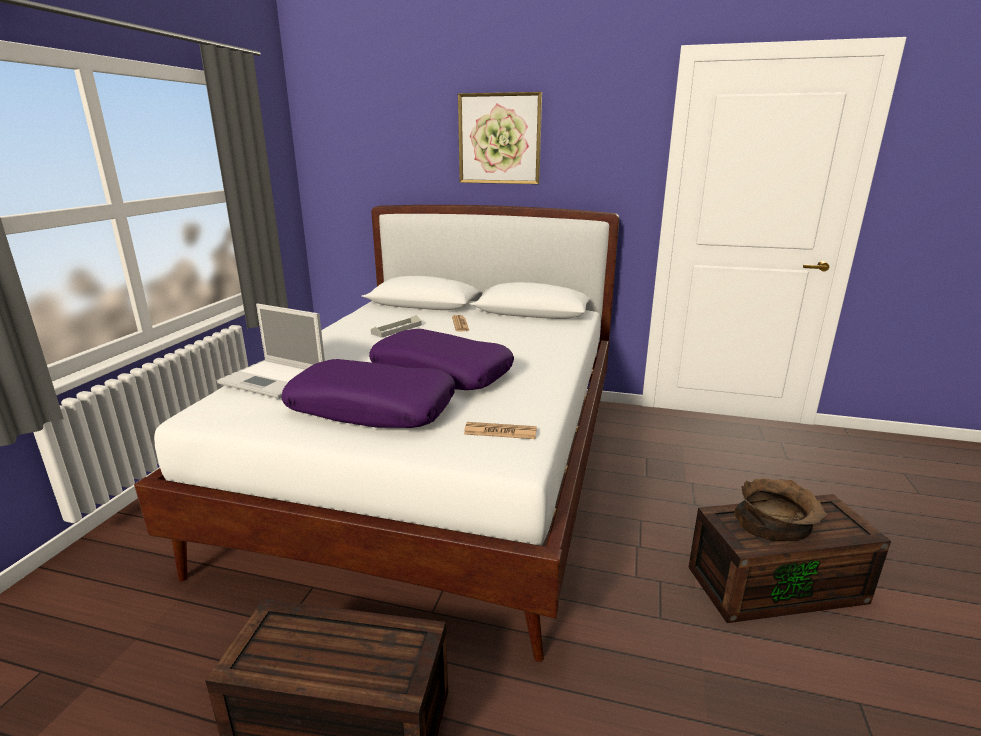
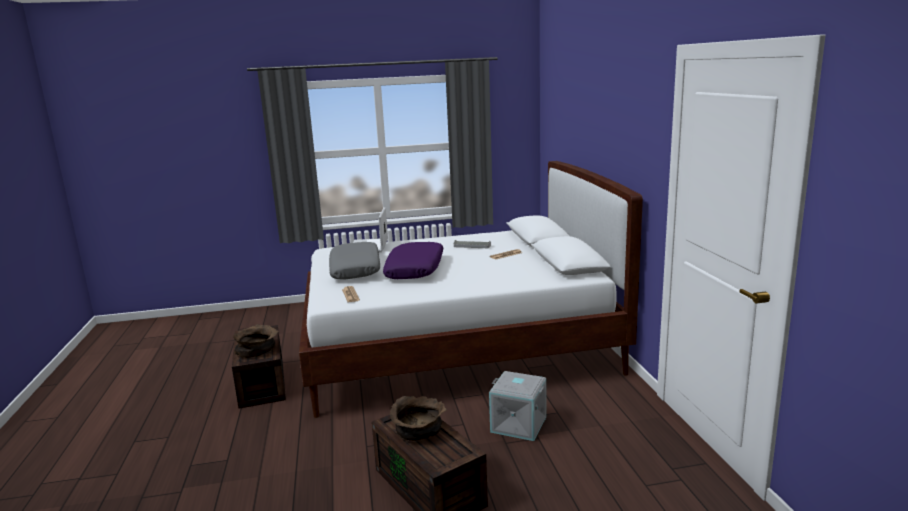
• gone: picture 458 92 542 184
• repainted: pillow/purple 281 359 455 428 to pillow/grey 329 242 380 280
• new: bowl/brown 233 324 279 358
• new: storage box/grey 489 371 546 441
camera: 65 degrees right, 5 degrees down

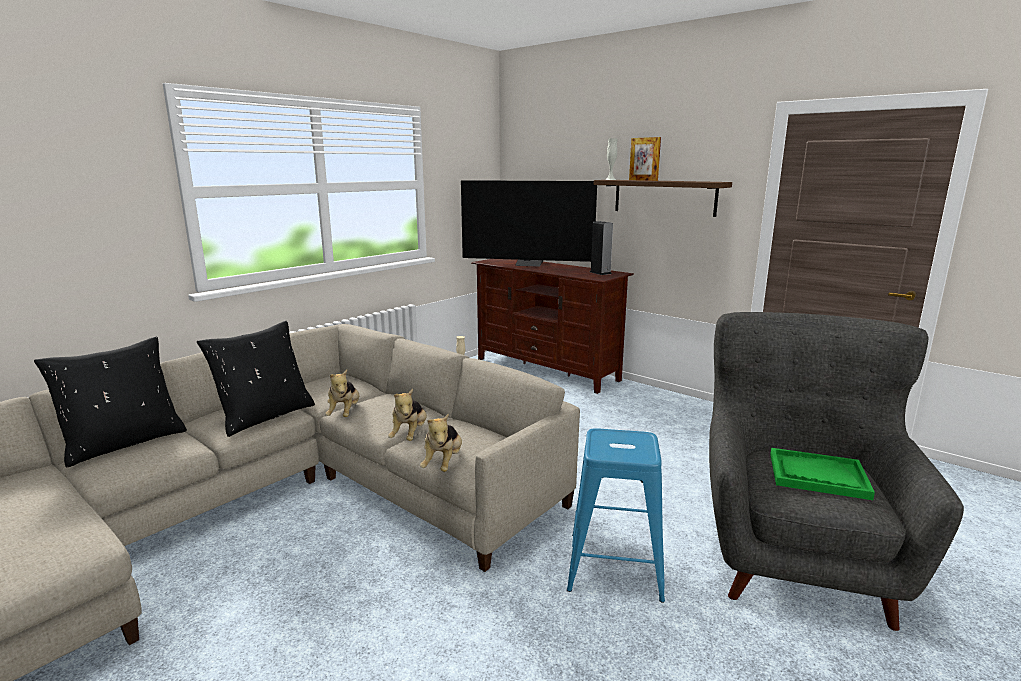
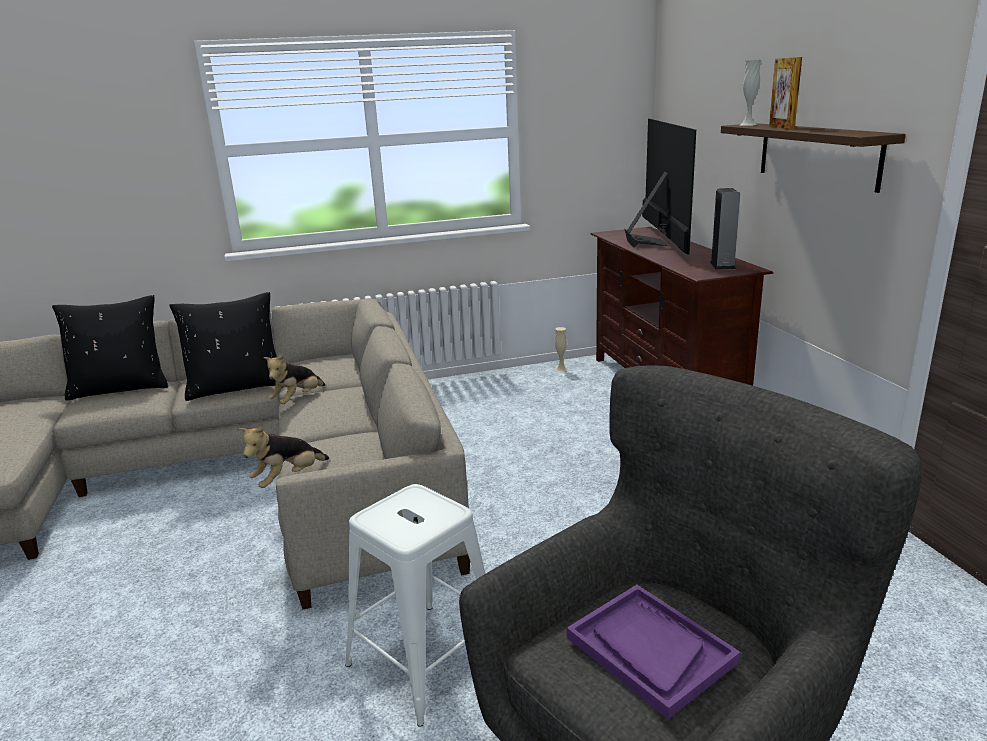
• rotated: television 461 180 597 267 = 625 119 696 255 135 degrees counterclockwise
• gone: plush toy 388 389 427 441
• repainted: stool/blue 567 428 665 603 to stool/white 345 484 485 727
• repainted: tray/green 770 448 875 500 to tray/purple 567 584 741 719
camera: 35 degrees right, 5 degrees up

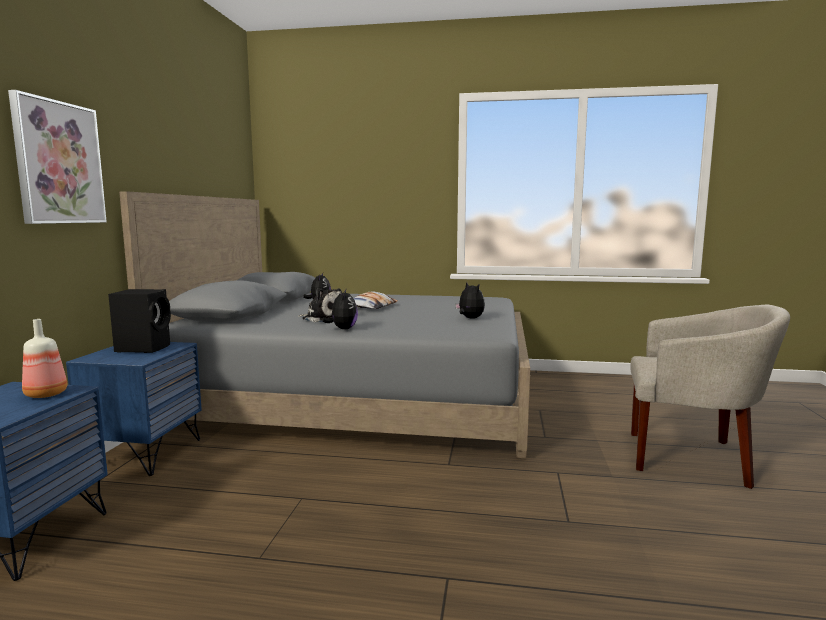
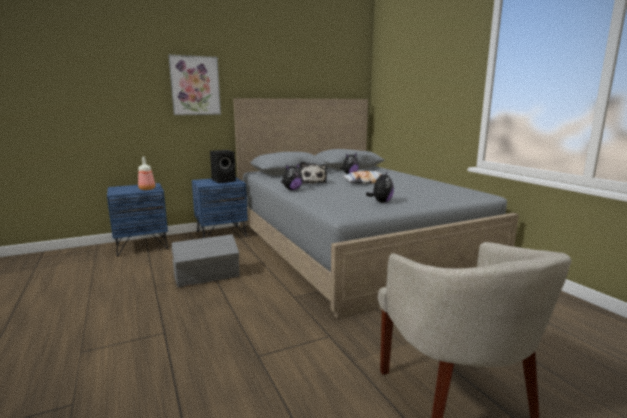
• new: storage box/grey 172 234 240 287
camera: 55 degrees right, 5 degrees up

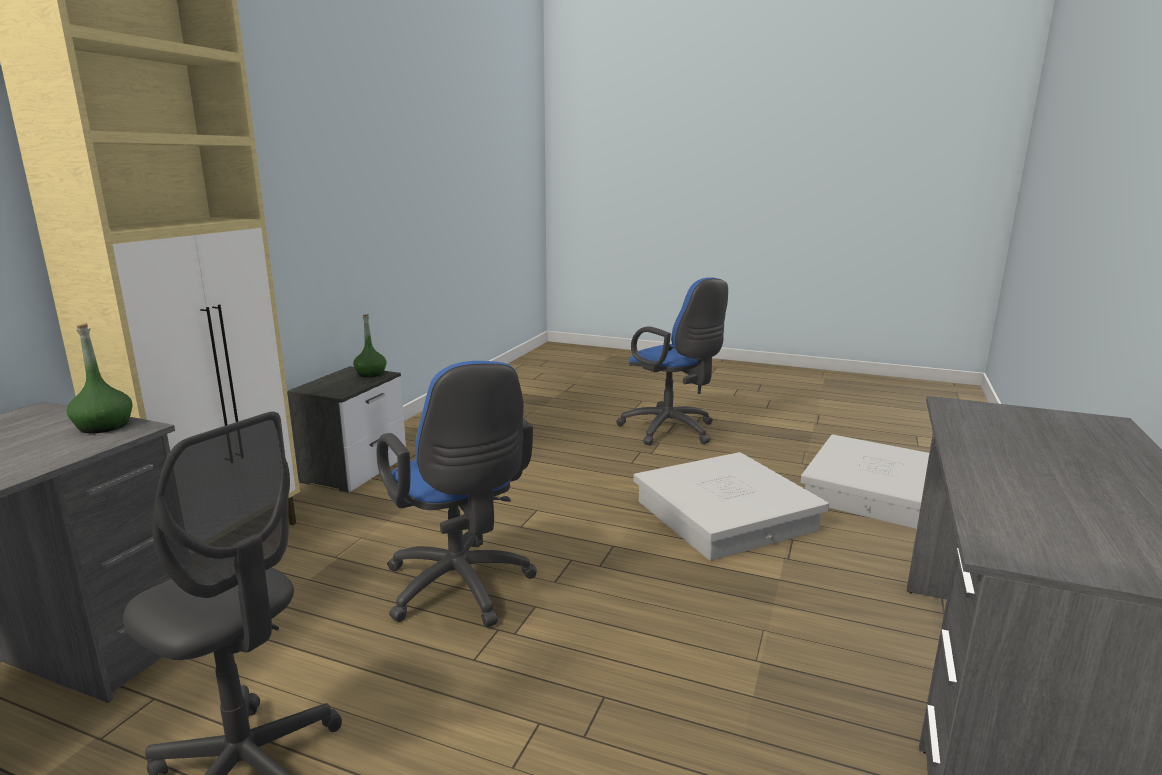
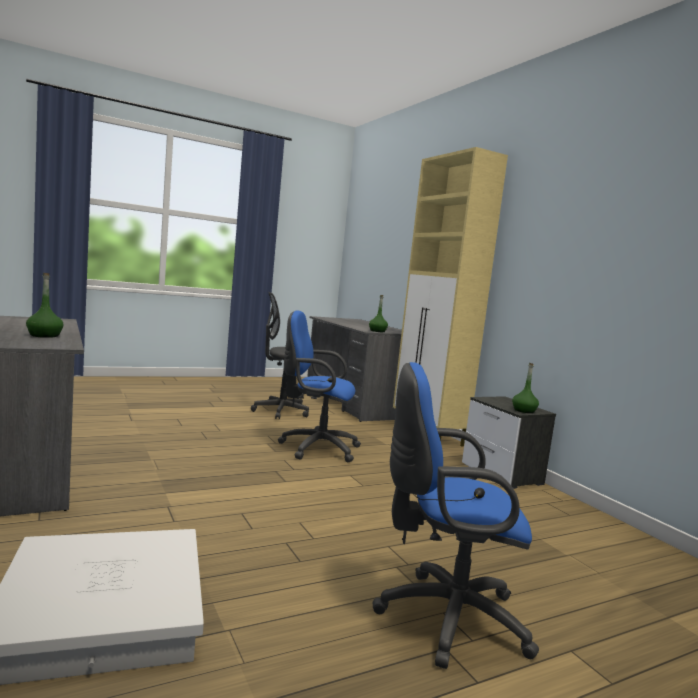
• gone: storage box/white 633 452 829 561
• new: bottle/green 26 273 64 338
camera: 130 degrees right, 10 degrees down

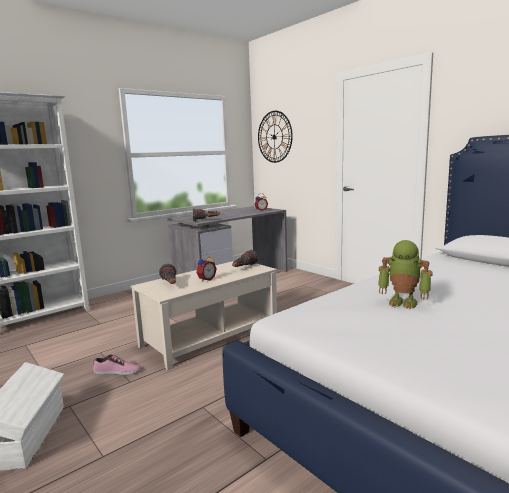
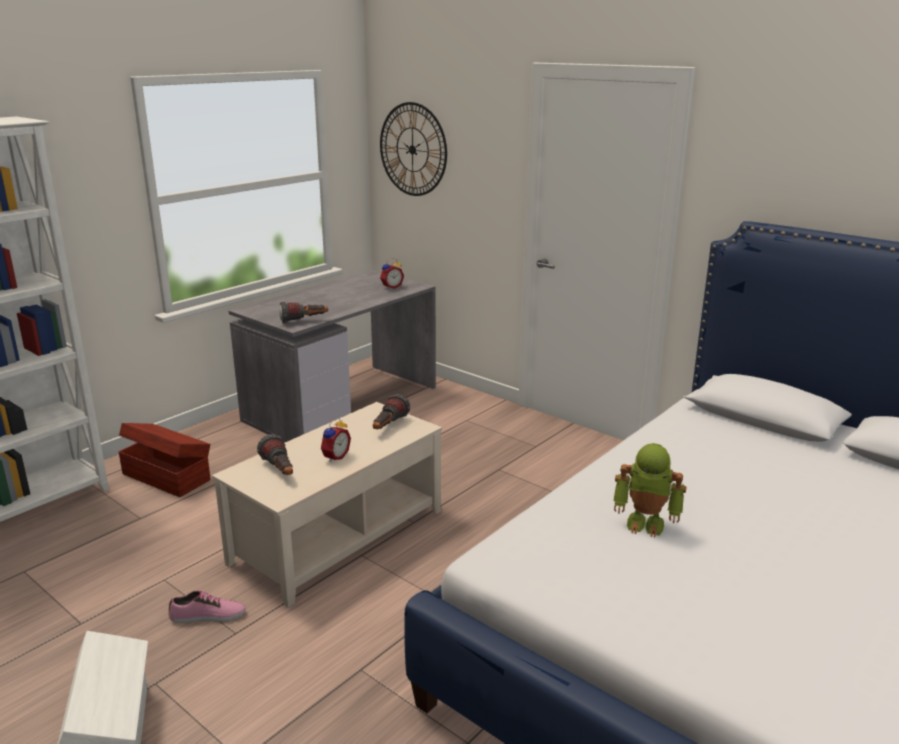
• new: storage box/brown 119 423 211 497
camera: 10 degrees left, 10 degrees up

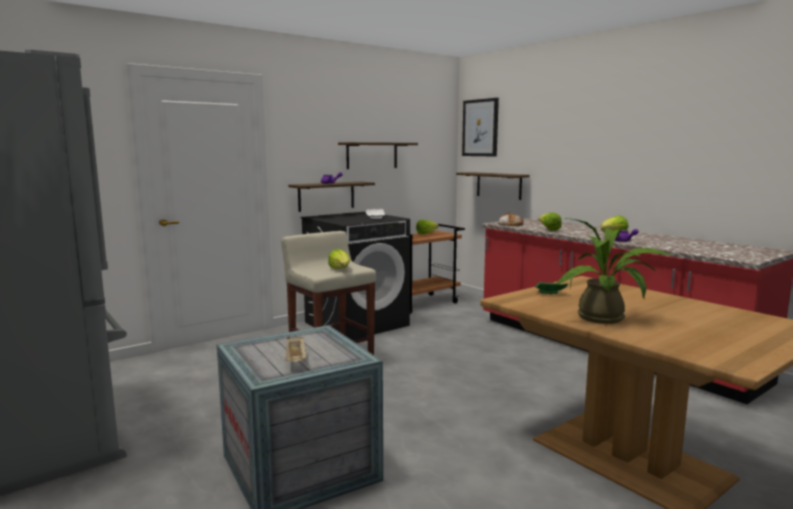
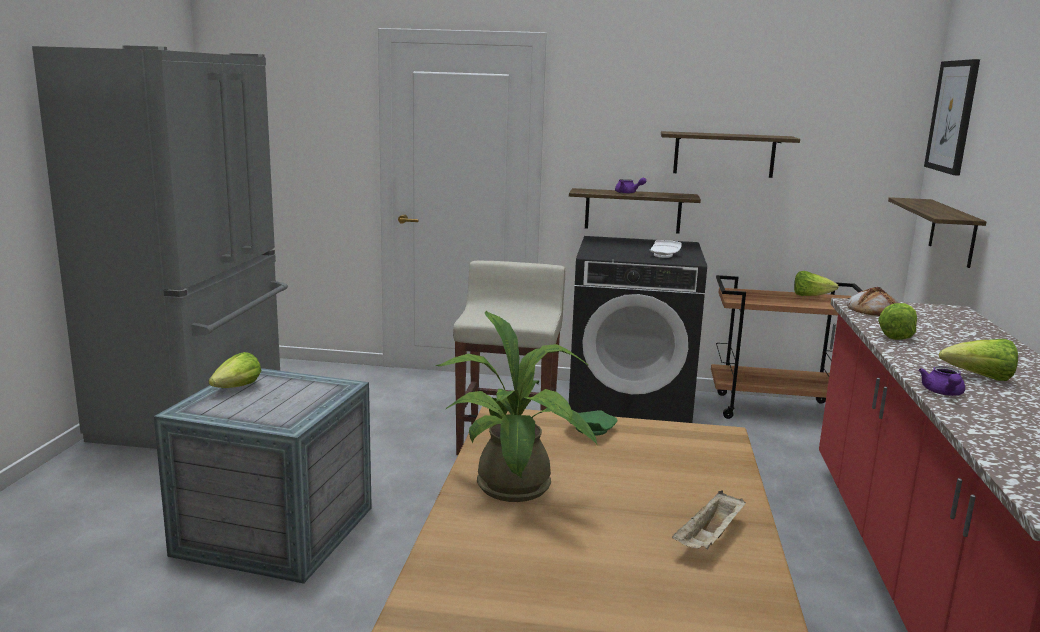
• shifted: lettuce 328 249 350 270 to 209 352 261 388
• shifted: tray/beige 286 336 307 362 to 672 491 746 550
camera: 45 degrees right, 5 degrees up

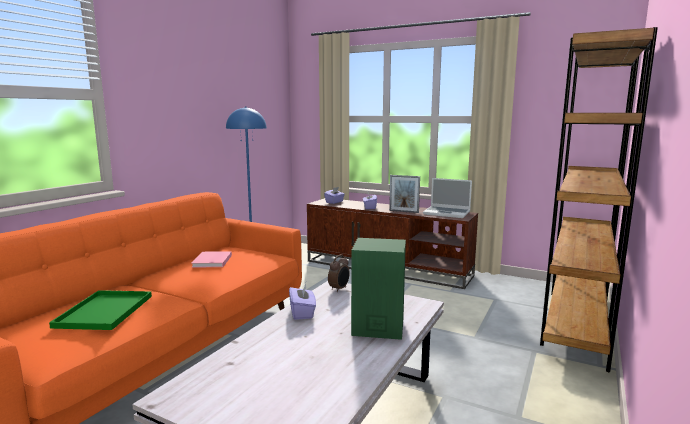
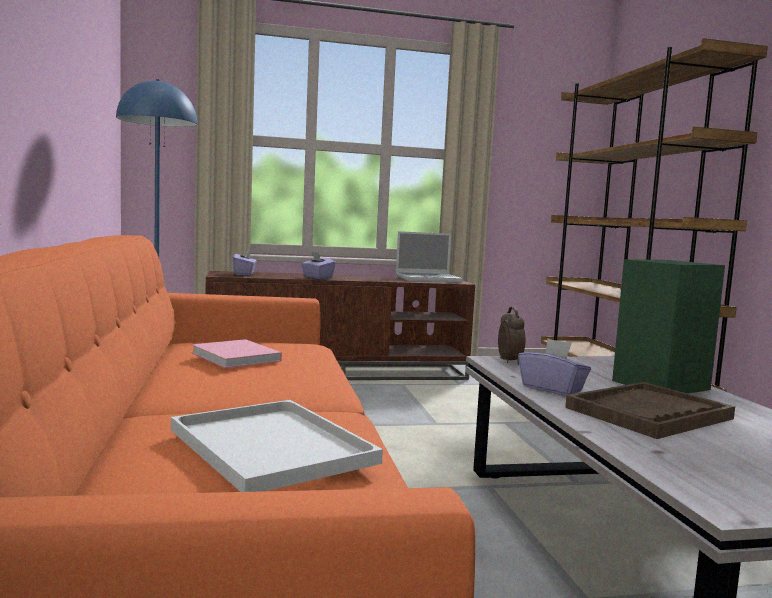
• gone: picture frame 389 175 420 213
• repainted: tray/green 49 290 152 330 to tray/white 171 400 383 492
• new: tray/brown 565 382 735 439
camera: 40 degrees left, 5 degrees down

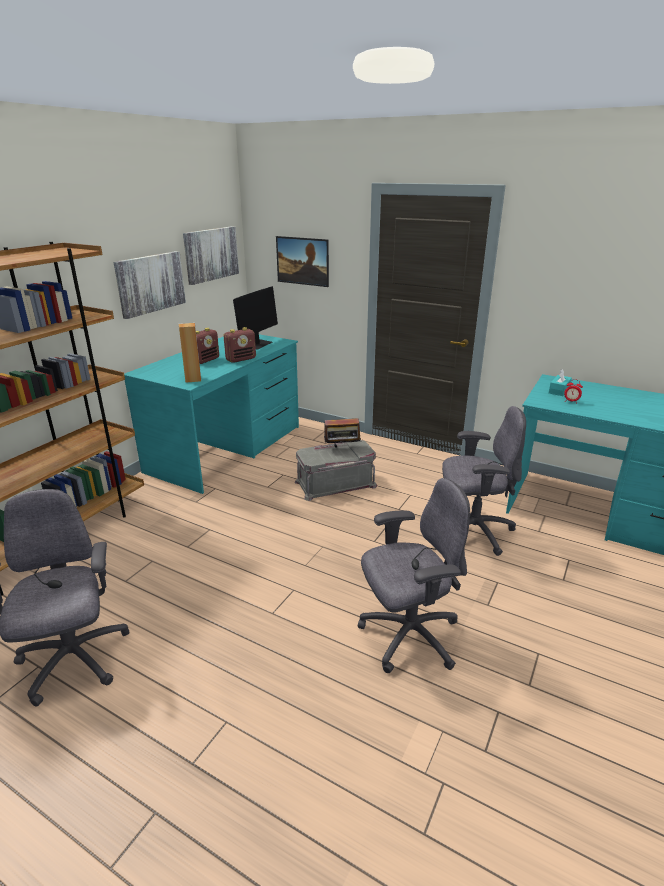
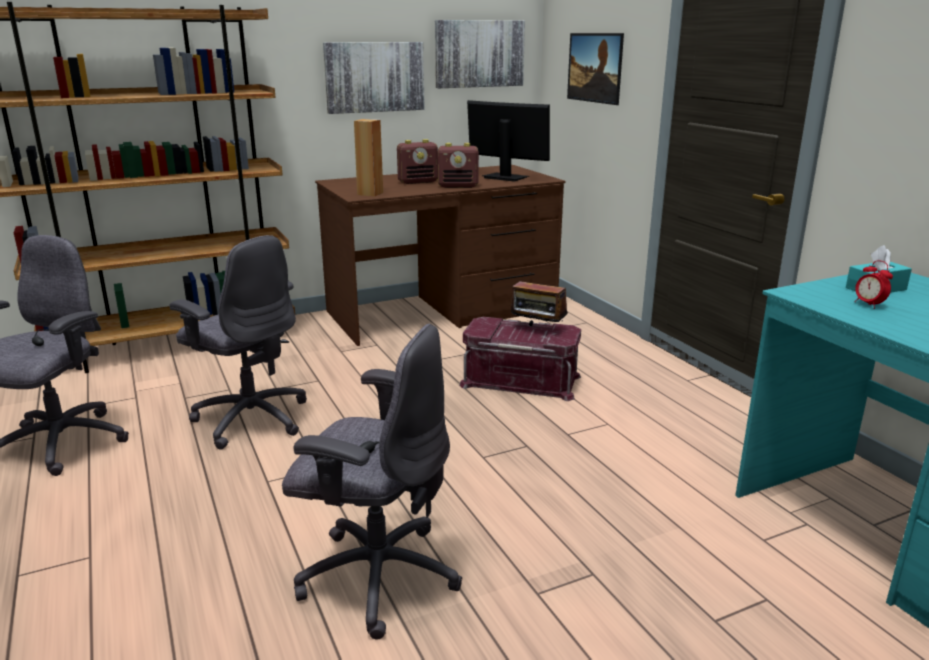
• rotated: monitor 233 286 278 350 = 467 100 550 182 120 degrees counterclockwise
• repainted: desk/turquoise 124 334 299 494 to desk/brown 315 165 566 346
• shifted: office chair/grey 442 406 526 556 to 169 235 307 450
• repainted: storage box/grey 295 440 377 501 to storage box/red 459 317 581 401
camera: 35 degrees right, 5 degrees down

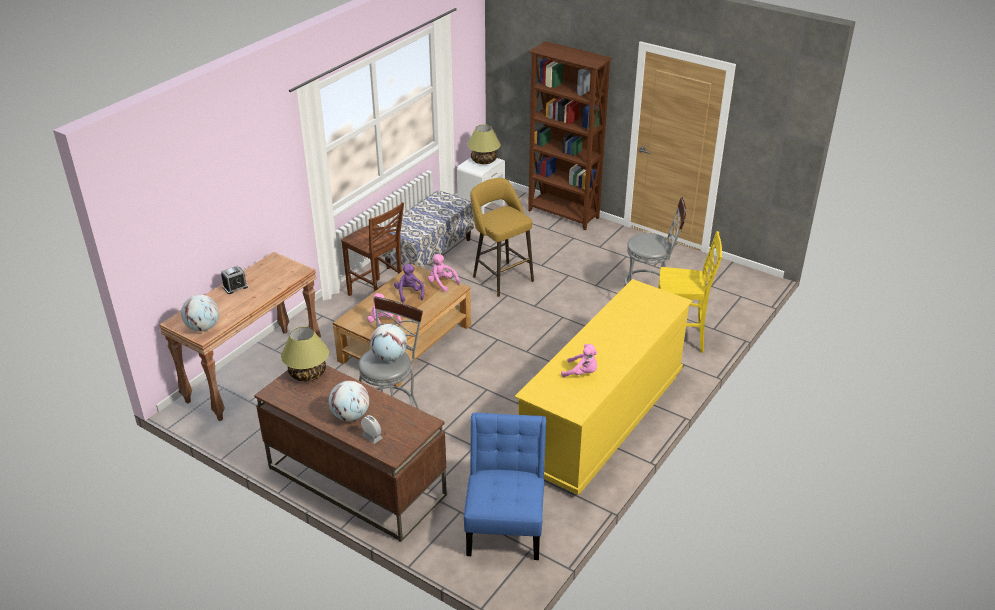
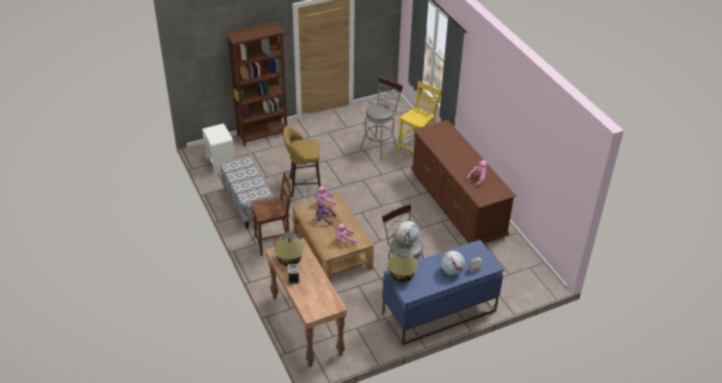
• shifted: table lamp 467 124 501 164 to 274 232 304 266
• repainted: dresser/yellow 515 279 692 495 to dresser/brown 411 120 516 243
• gone: globe 181 295 219 331
• repainted: desk/brown 254 365 447 542 to desk/blue 382 240 504 346
• gone: chair/blue 464 413 546 560
camera: 60 degrees left, 5 degrees up

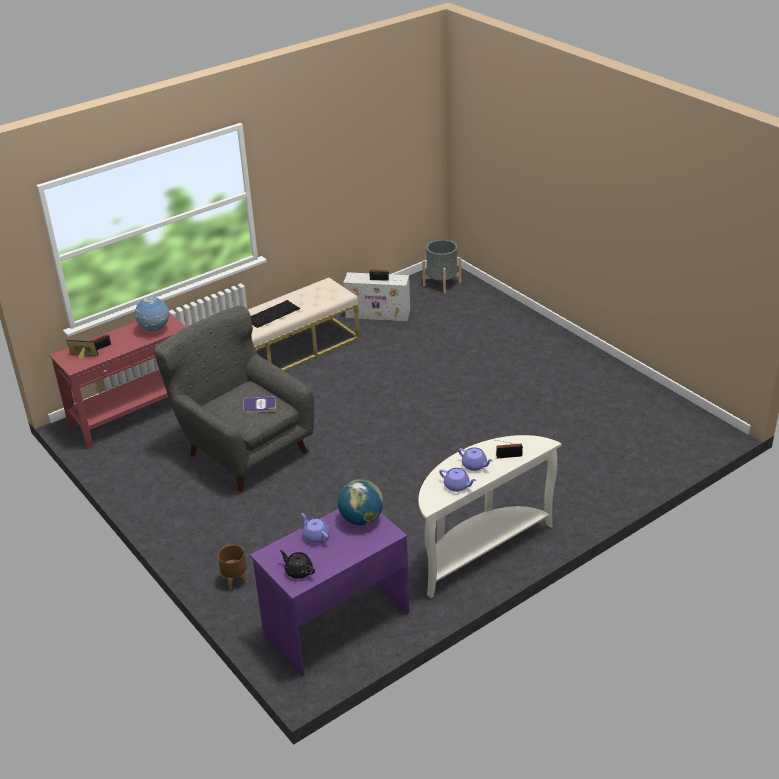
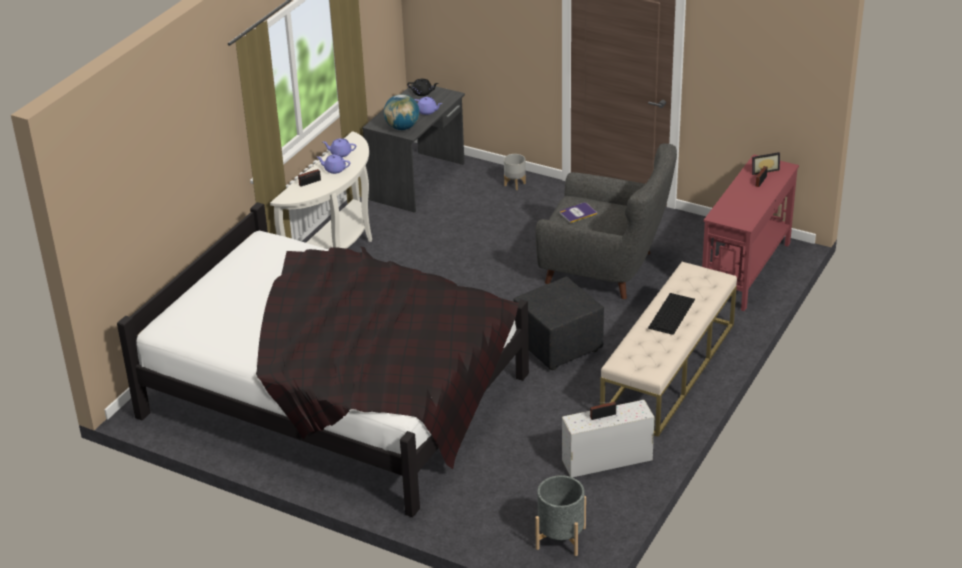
• gone: globe 135 297 169 331
• repainted: desk/purple 250 509 410 677 to desk/grey 362 84 465 213
• repainted: planter/brown 218 545 248 590 to planter/grey 504 154 526 190
• new: bed/black 117 202 529 517
• new: ottoman/black 514 277 604 370
camera: 155 degrees right, 0 degrees up

